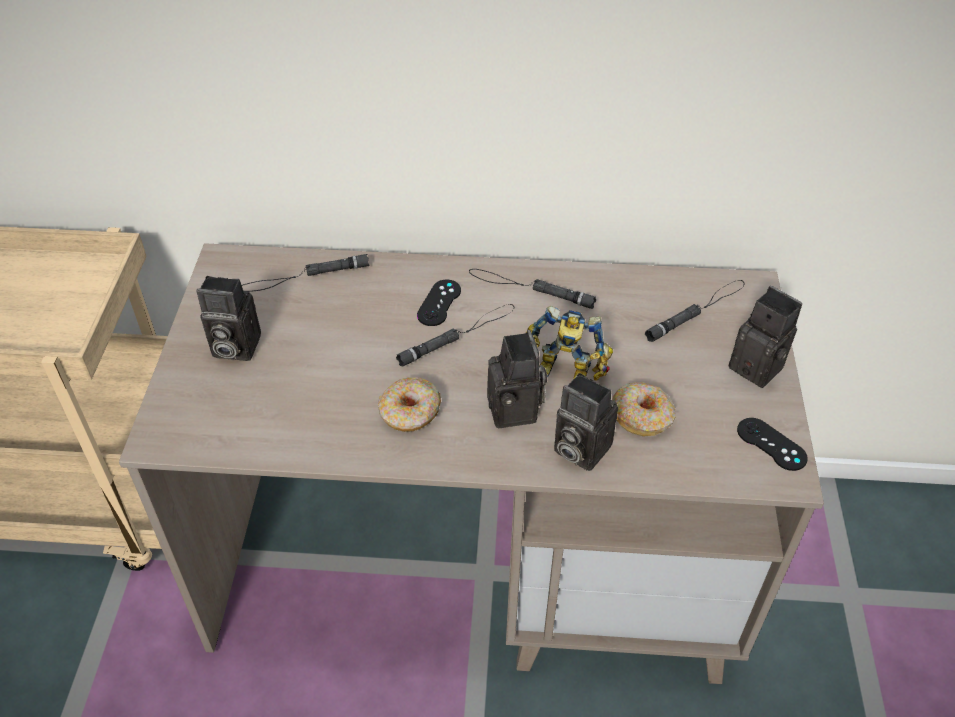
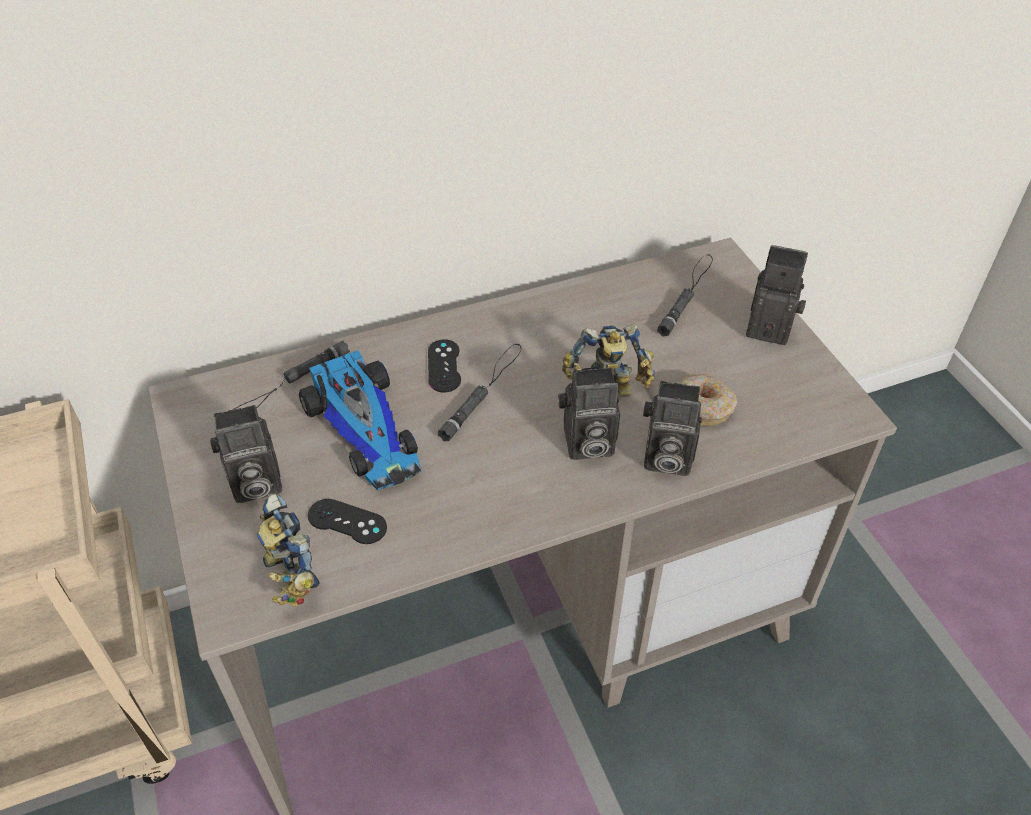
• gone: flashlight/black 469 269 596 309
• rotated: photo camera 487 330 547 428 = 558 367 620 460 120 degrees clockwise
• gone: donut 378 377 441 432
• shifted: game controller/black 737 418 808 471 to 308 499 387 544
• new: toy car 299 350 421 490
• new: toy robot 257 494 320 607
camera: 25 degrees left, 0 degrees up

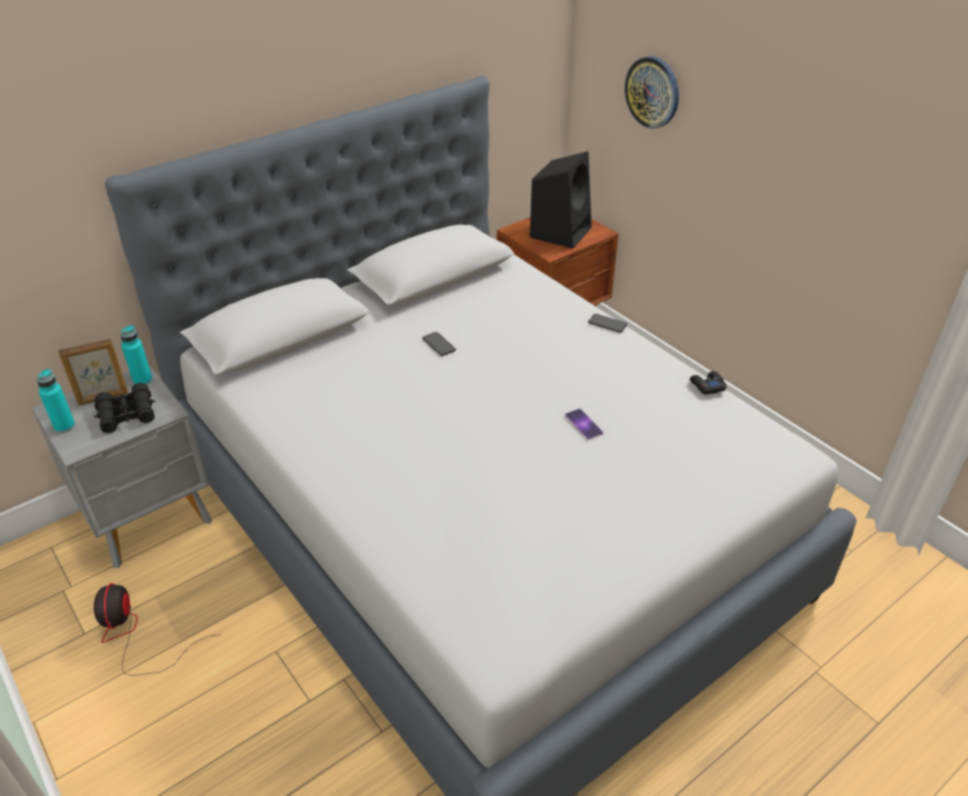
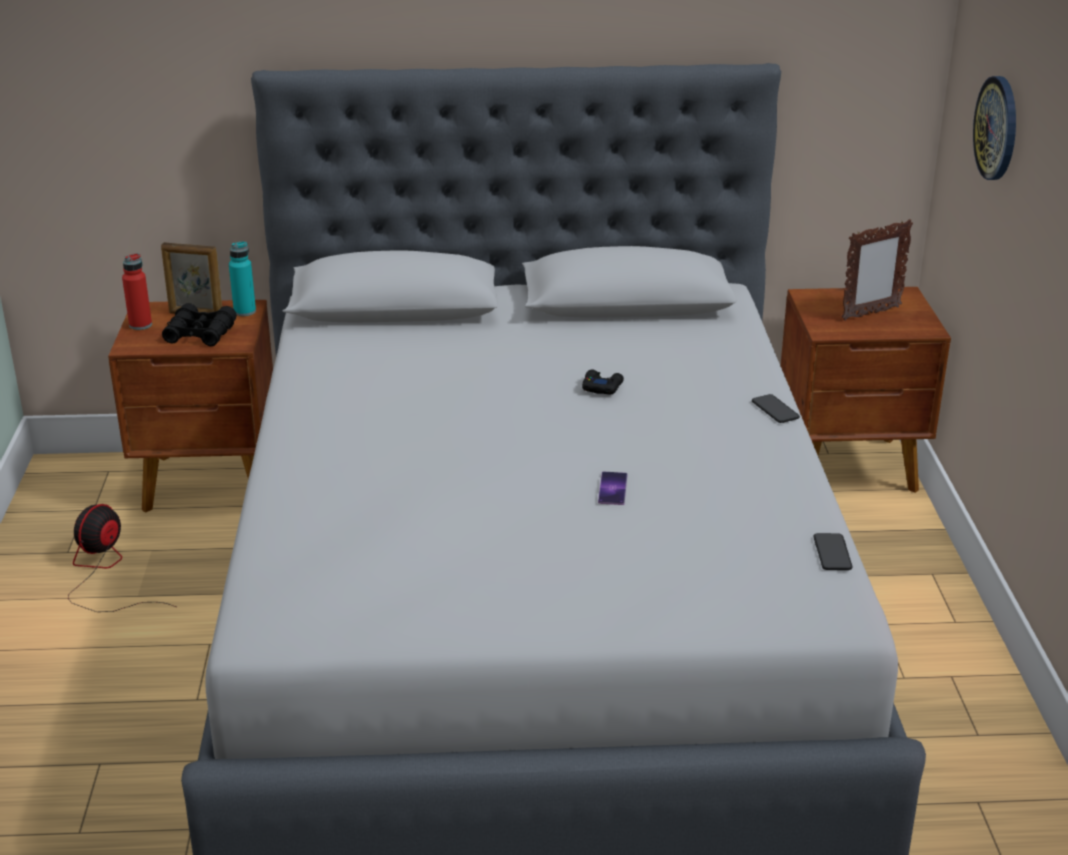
• swapped: speaker/black 530 151 592 248 to picture frame 842 219 913 321
• shifted: phone 422 332 456 356 to 814 533 853 570
• repainted: nightstand/grey 32 363 212 568 to nightstand/brown 108 300 273 513
• repainted: bottle/turquoise 37 369 75 433 to bottle/red 122 253 152 330
• shifted: game controller/black 690 371 726 395 to 582 369 624 394
camera: 35 degrees right, 10 degrees down

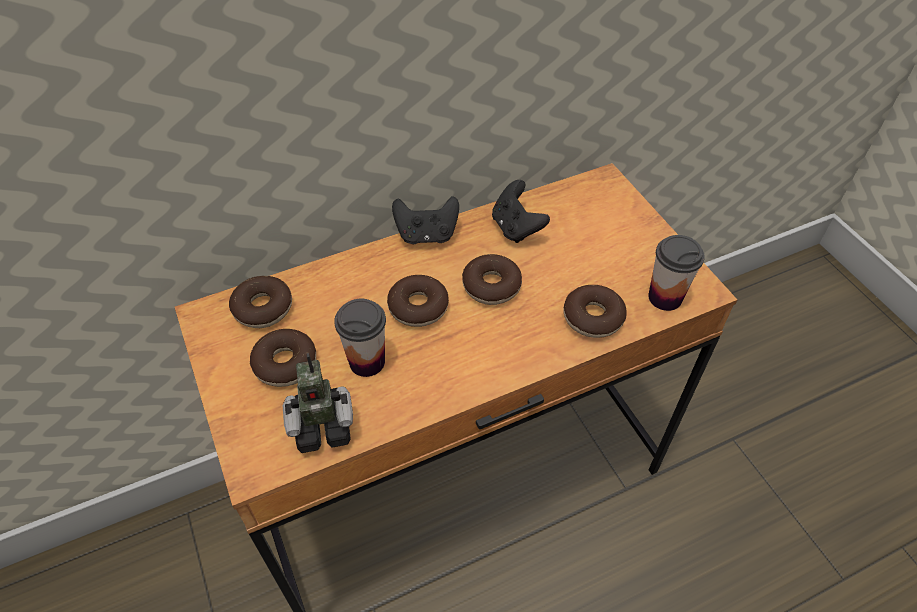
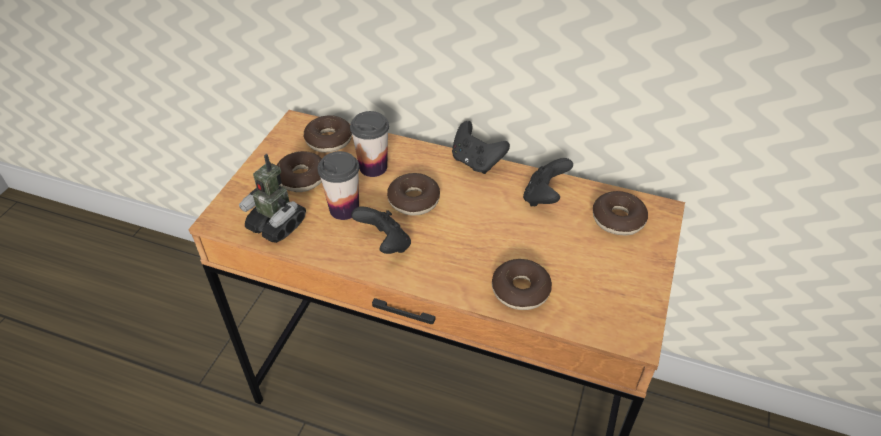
• shifted: cup 648 235 705 311 to 350 111 389 177
• shifted: donut 462 254 522 305 to 593 191 648 235
• new: game controller/black 351 206 411 254
camera: 45 degrees right, 5 degrees down

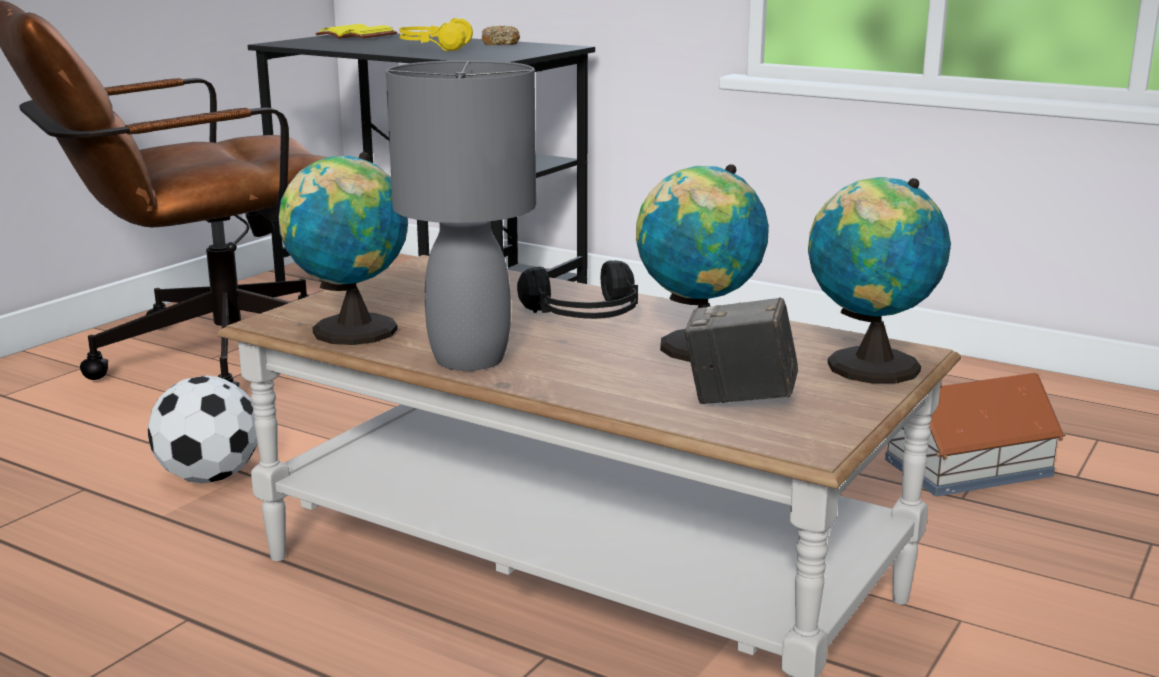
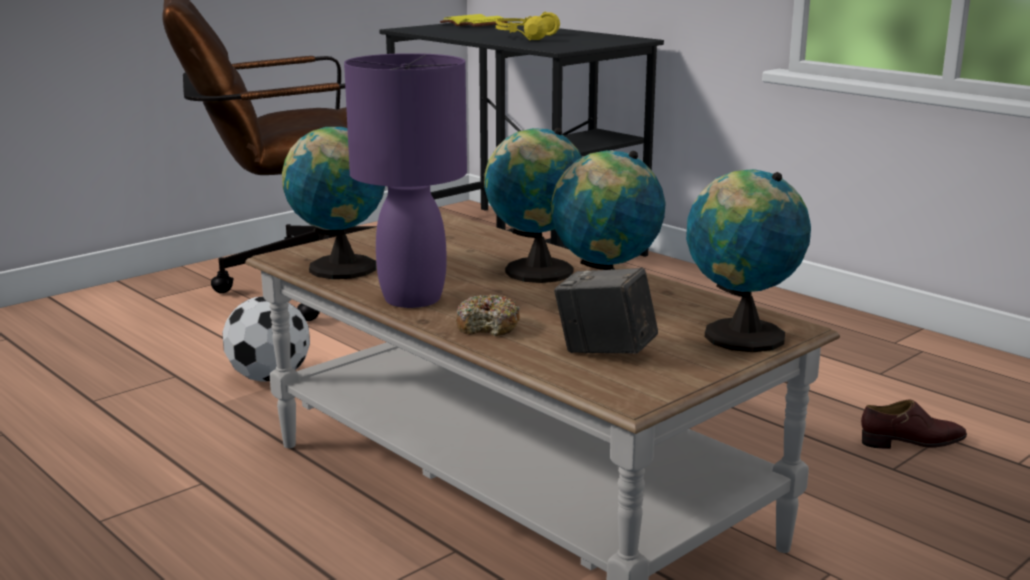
• shifted: donut 481 26 520 45 to 455 294 520 336
• repainted: table lamp/grey 386 60 536 371 to table lamp/purple 344 53 467 308
• swapped: headphones/black 517 260 638 319 to globe 484 128 582 283
• swapped: toy house 885 373 1066 497 to shoe/brown 861 400 967 449
camera: 15 degrees right, 0 degrees up

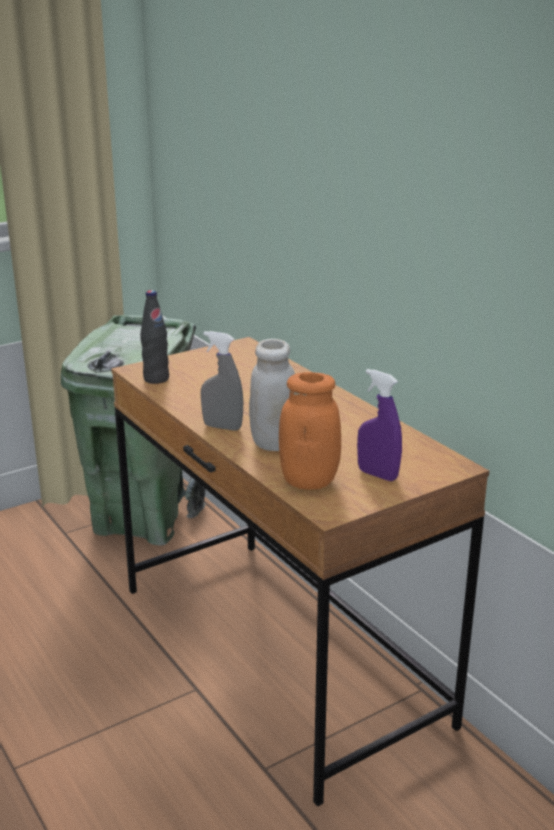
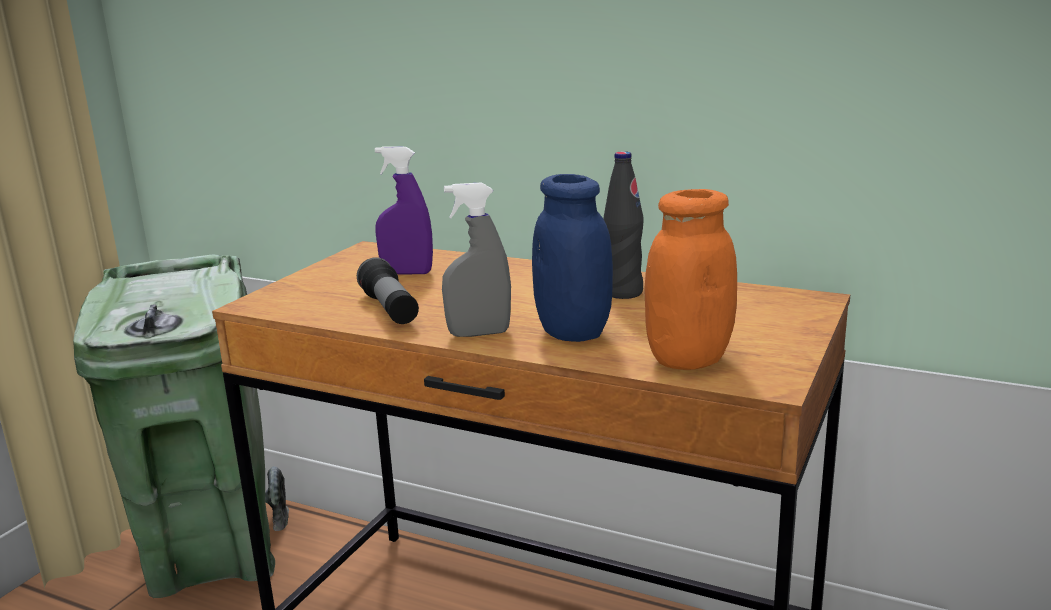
• shifted: bottle/black 140 290 169 384 to 604 151 644 299
• repainted: jar/white 249 339 295 451 to jar/blue 532 174 613 342
• shifted: spray bottle/purple 357 369 402 481 to 375 146 433 274
• new: flashlight 357 257 419 324
camera: 30 degrees left, 5 degrees down

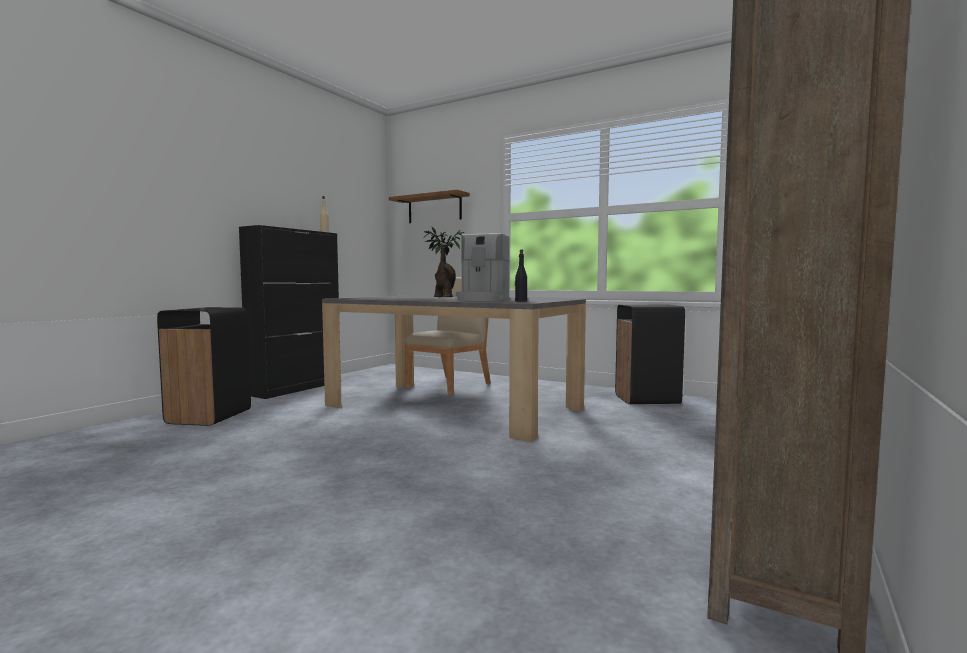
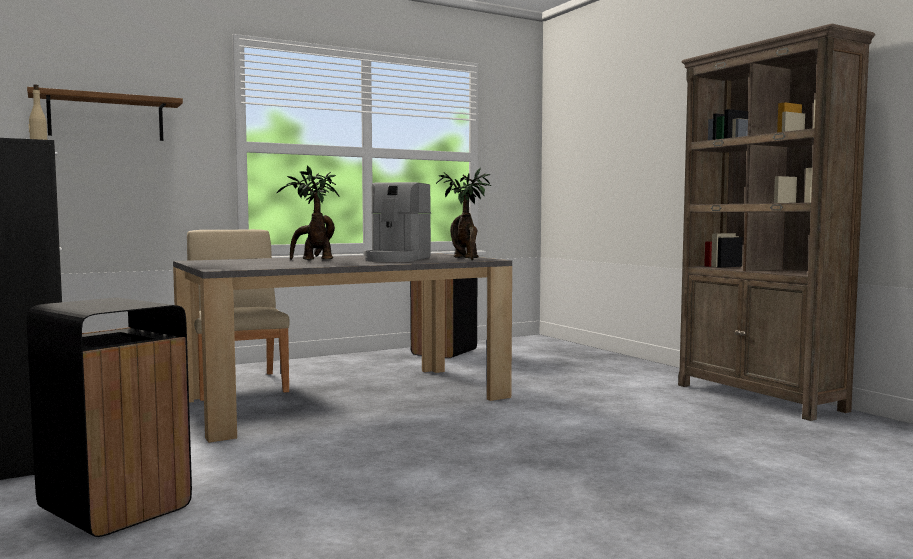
• rotated: coffee machine 456 233 510 301 = 363 182 431 262 60 degrees clockwise
• swapped: bottle/black 515 250 527 302 to potted plant 436 168 491 260
camera: 60 degrees left, 0 degrees up

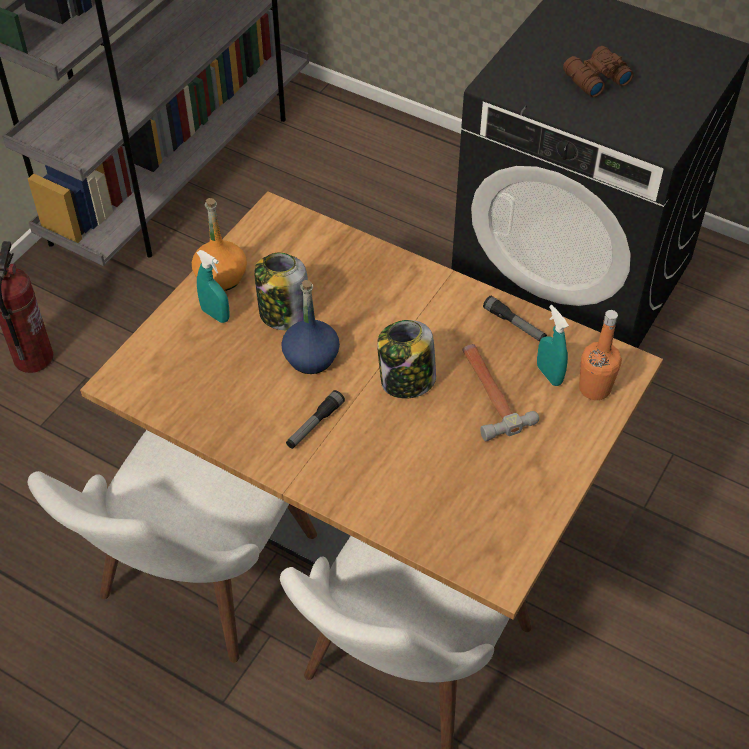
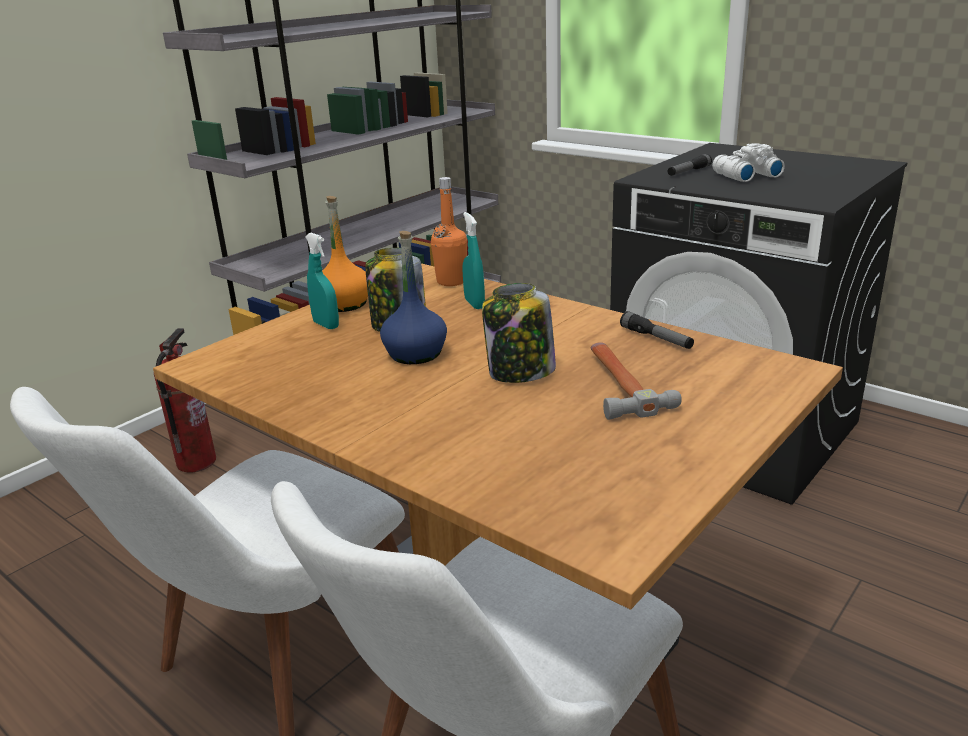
• repainted: binoculars/brown 563 46 634 97 to binoculars/white 712 143 785 182
• shifted: spray bottle/turquoise 537 305 569 386 to 462 212 485 309
• shifted: bottle/orange 579 310 622 400 to 431 177 467 286
• shifted: flashlight 286 390 345 449 to 668 154 712 176
camera: 10 degrees right, 25 degrees down

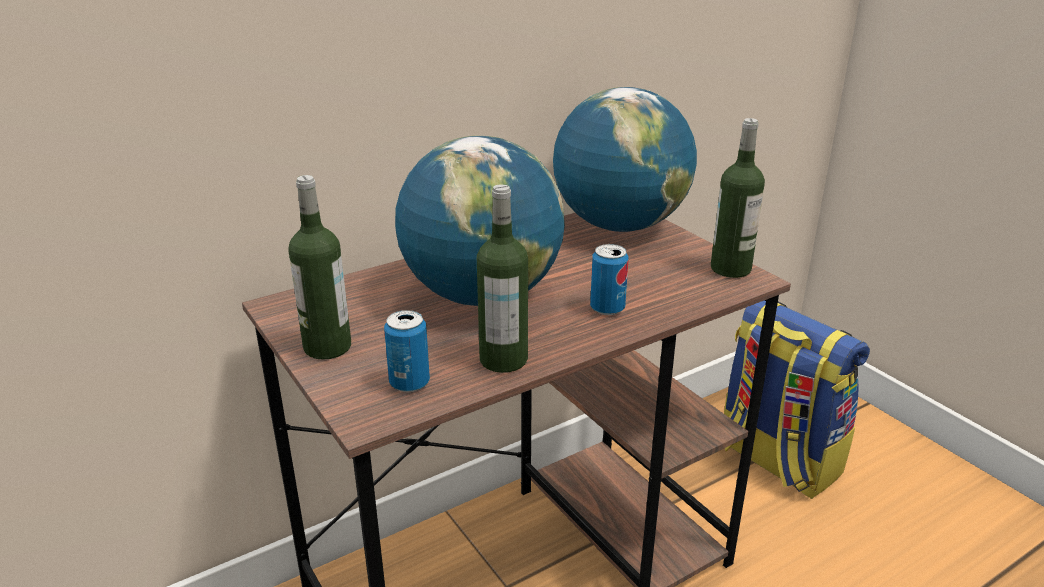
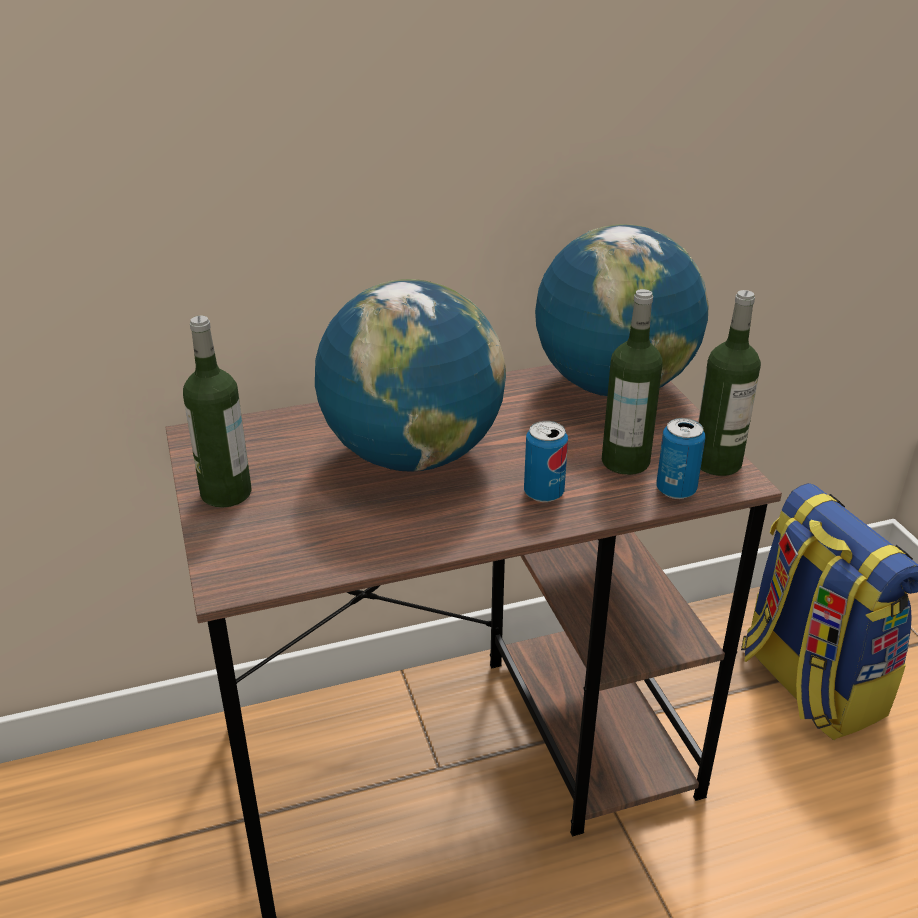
• shifted: bottle 477 184 528 373 to 602 289 662 475
• shifted: can 384 310 430 392 to 656 418 706 499
camera: 15 degrees right, 5 degrees up

